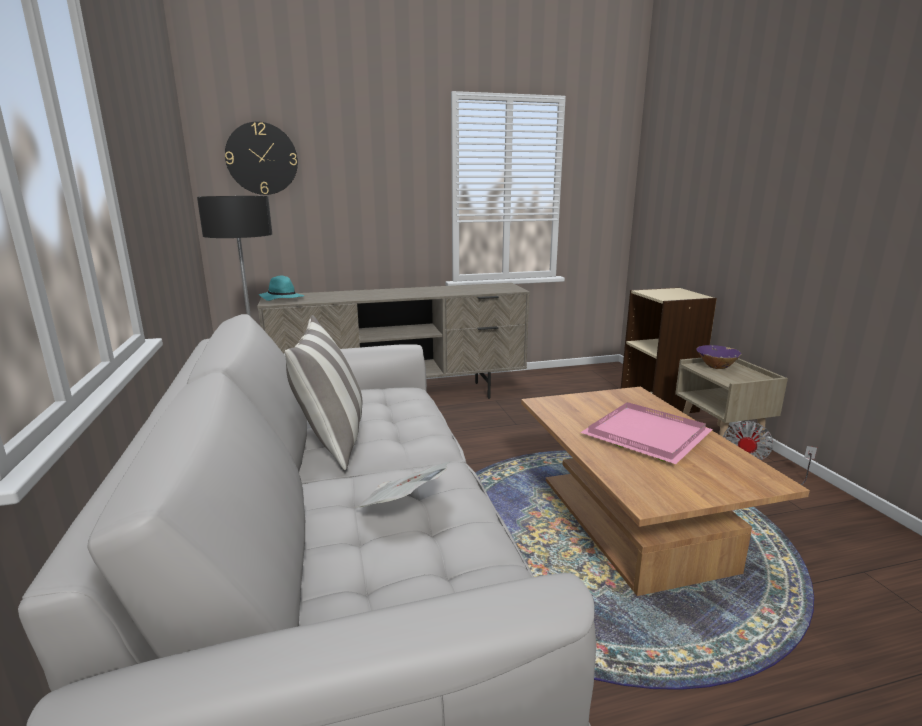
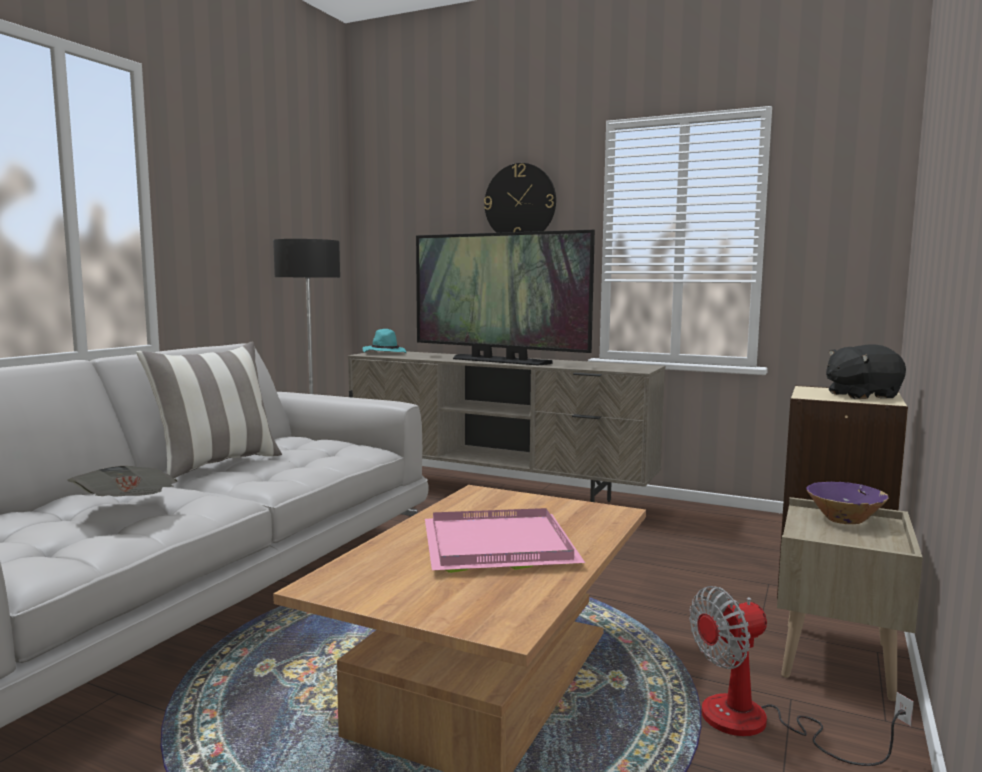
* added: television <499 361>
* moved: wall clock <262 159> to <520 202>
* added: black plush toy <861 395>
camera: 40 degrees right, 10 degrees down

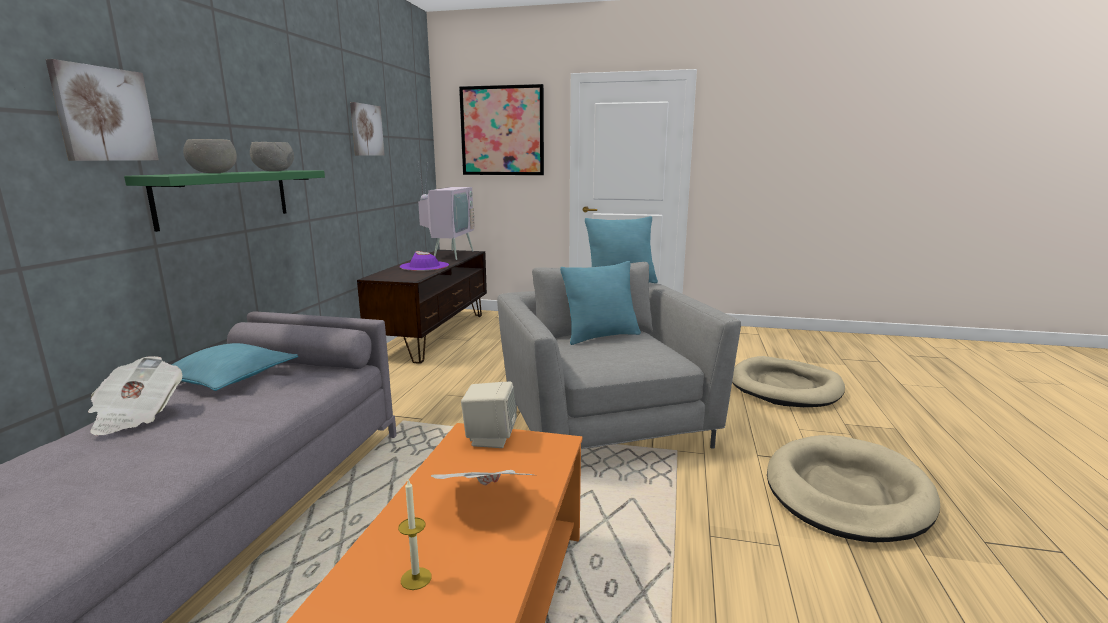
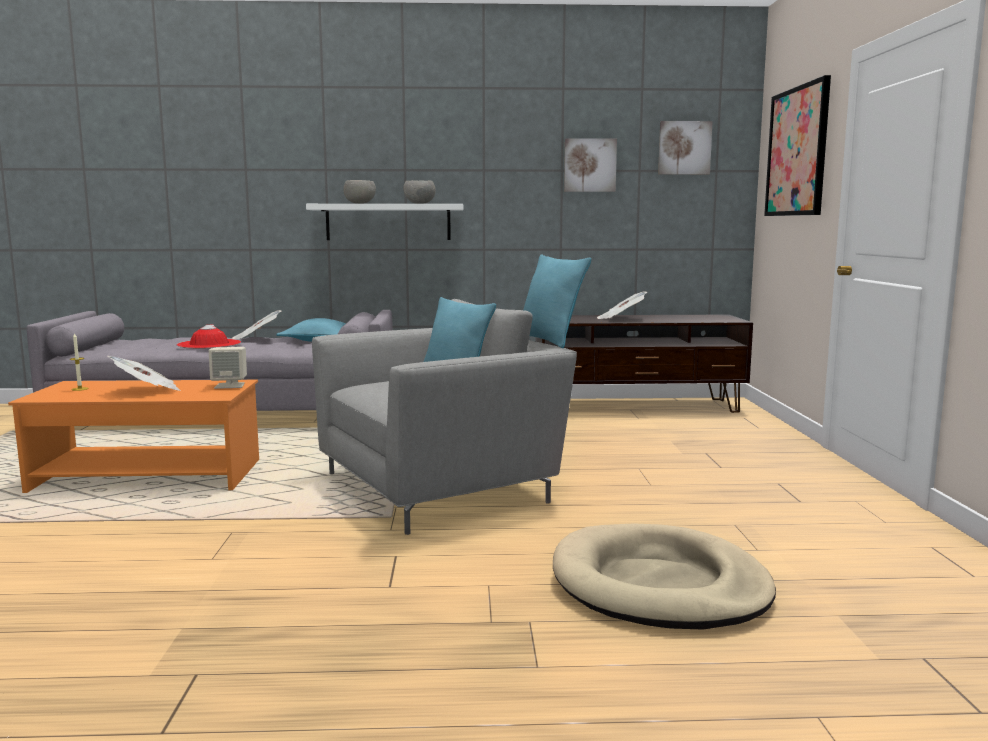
* added: red hat <209 344>
* recoloured: green shelf <225 197> to white shelf <388 222>
* replaced: purple hat <424 266> to newspaper <621 319>
* moved: picture <104 114> to <684 148>
* removed: television <449 254>
* removed: beige dog bed <846 493>
camera: 75 degrees right, 5 degrees down

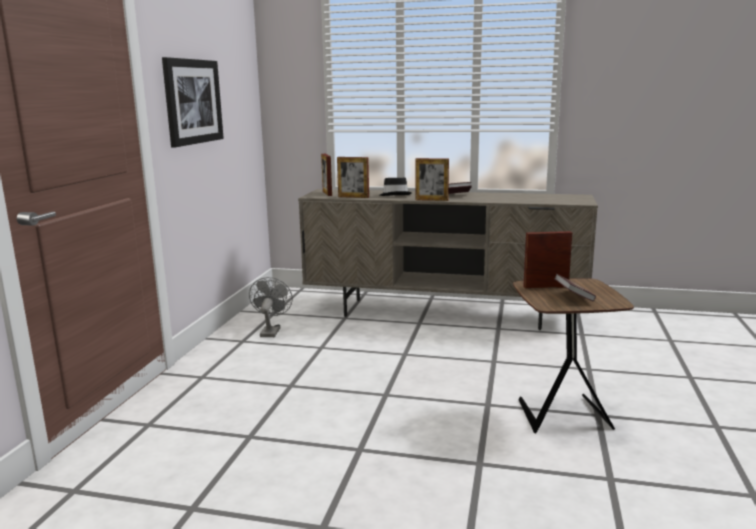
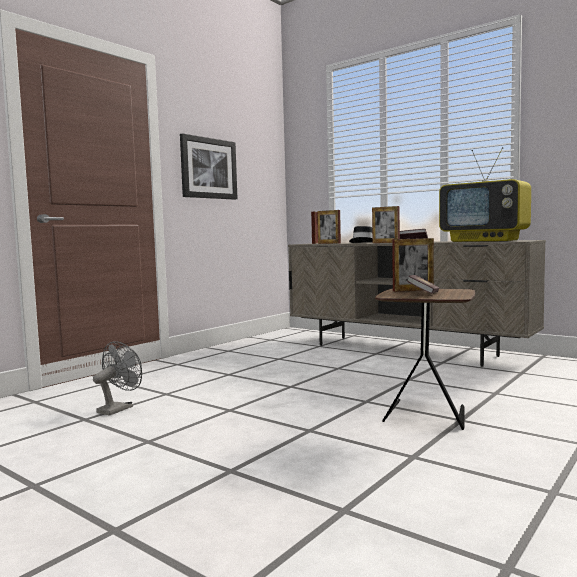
* moved: grey fan <271 331> to <119 408>
* turned: picture frame <545 286> = <413 290> 150 degrees clockwise
* added: television <485 240>
camera: 25 degrees right, 10 degrees down

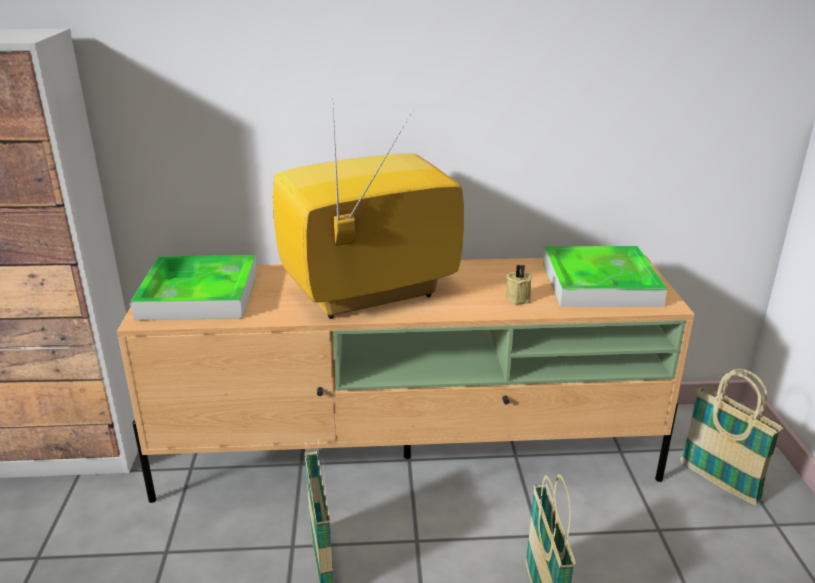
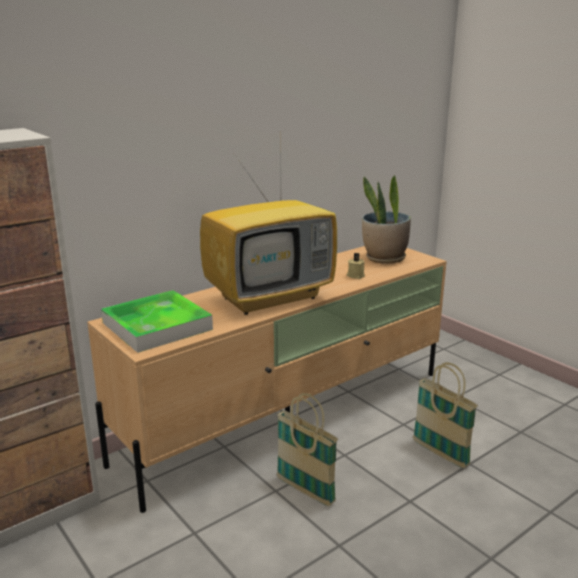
* turned: television <367 296> = <270 297> 150 degrees counterclockwise
* replaced: tray <600 283> to potted plant <384 258>
* removed: basket <718 482>
camera: 35 degrees left, 5 degrees down

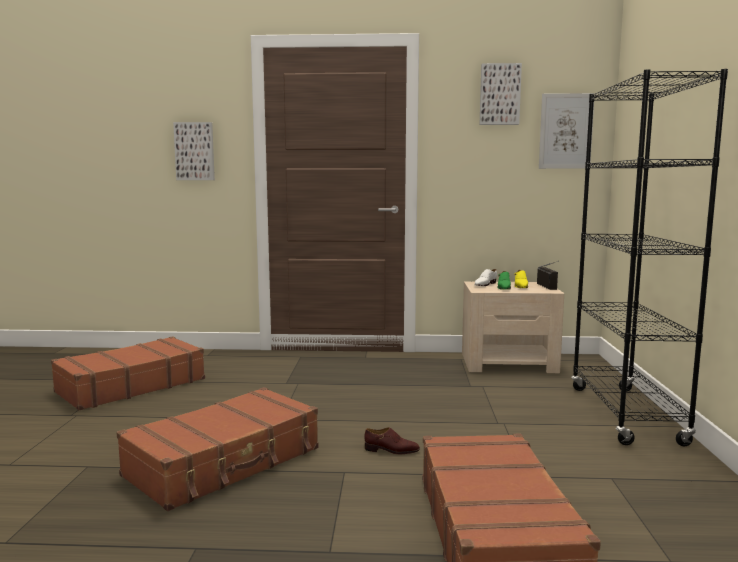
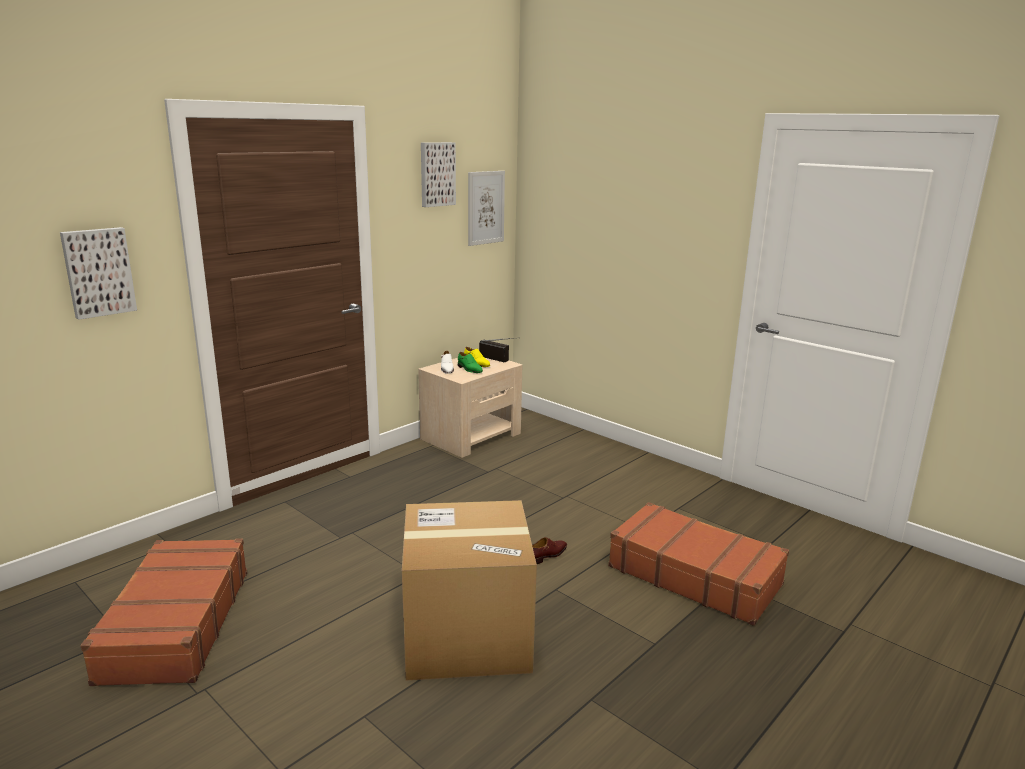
* replaced: brown suitcase <225 462> to cardboard box <467 635>
* removed: black bookcase <625 415>
camera: 50 degrees left, 10 degrees up

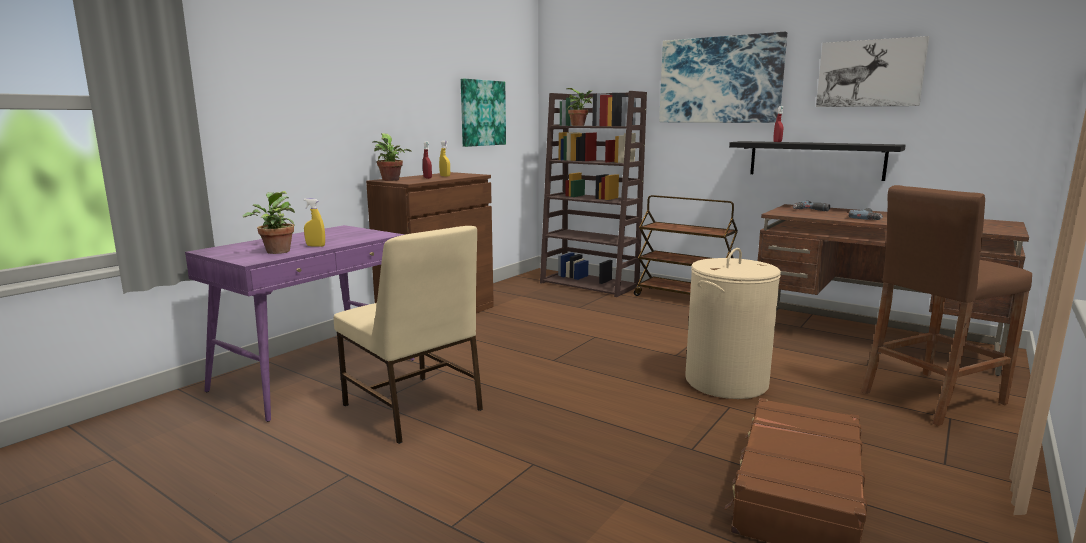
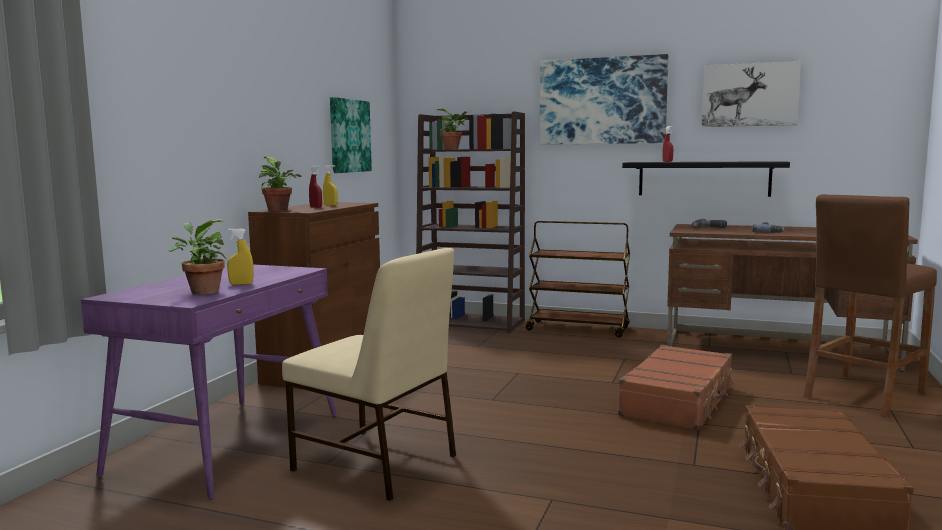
* replaced: beige laundry basket <726 381> to brown suitcase <678 401>
camera: 15 degrees left, 5 degrees down

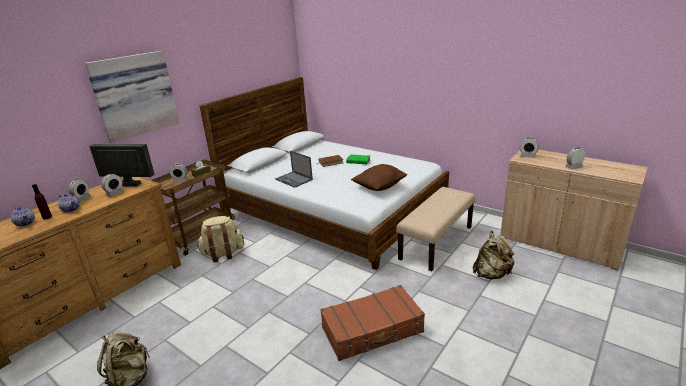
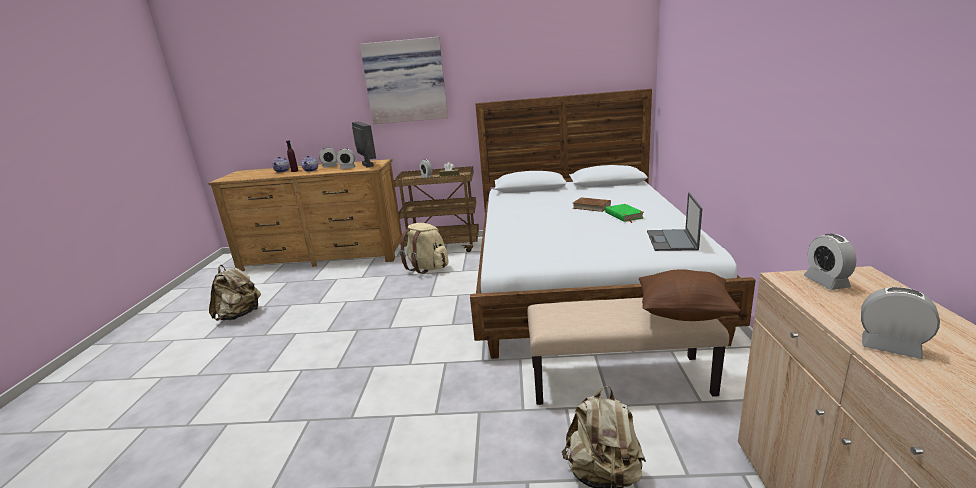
* moved: brown pillow <379 187> to <684 313>
* moved: laptop <294 179> to <672 241>
* removed: brown suitcase <373 330>
camera: 55 degrees right, 5 degrees down

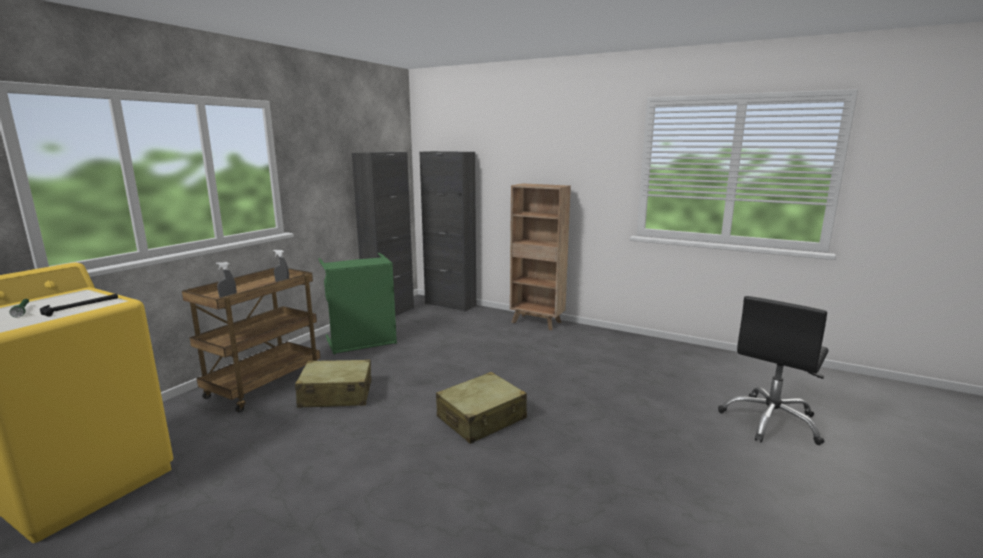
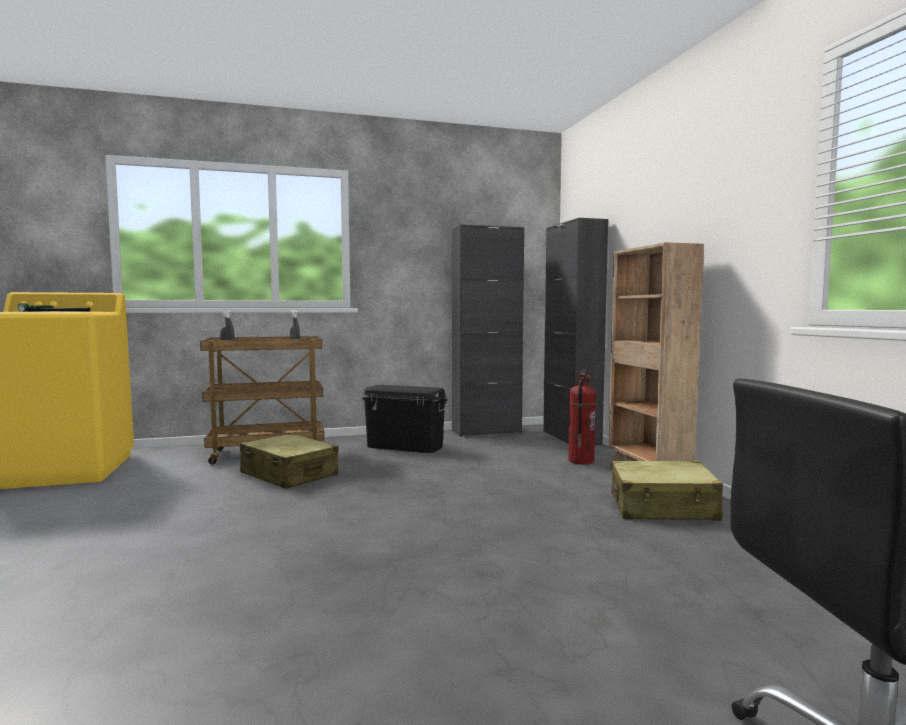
* replaced: green laundry basket <362 343> to black storage box <404 446>
* added: fire extinguisher <581 461>
* moved: beige suitcase <482 418> to <663 507>
camera: 45 degrees right, 10 degrees down

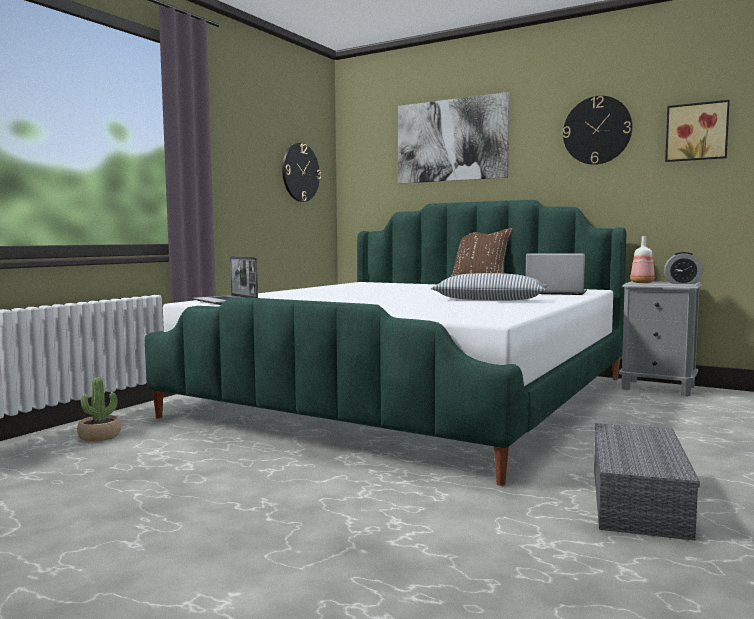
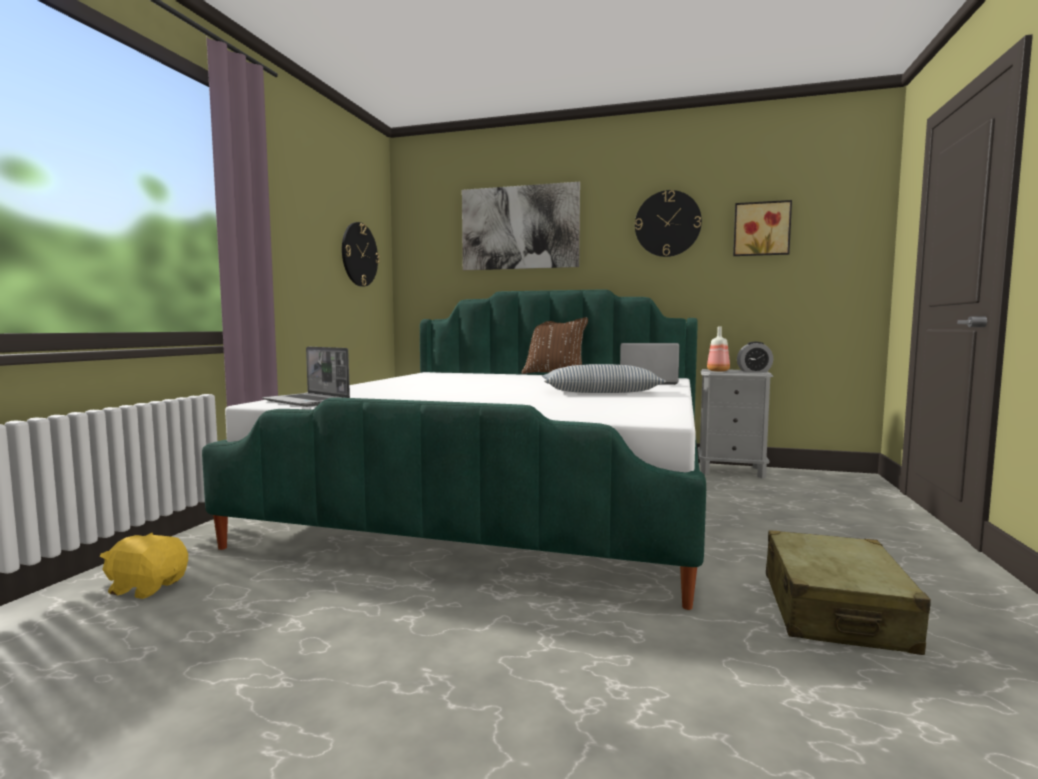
* replaced: potted plant <99 436> to yellow plush toy <147 587>
* replaced: grey storage box <635 499> to beige suitcase <835 612>
camera: 15 degrees left, 0 degrees up

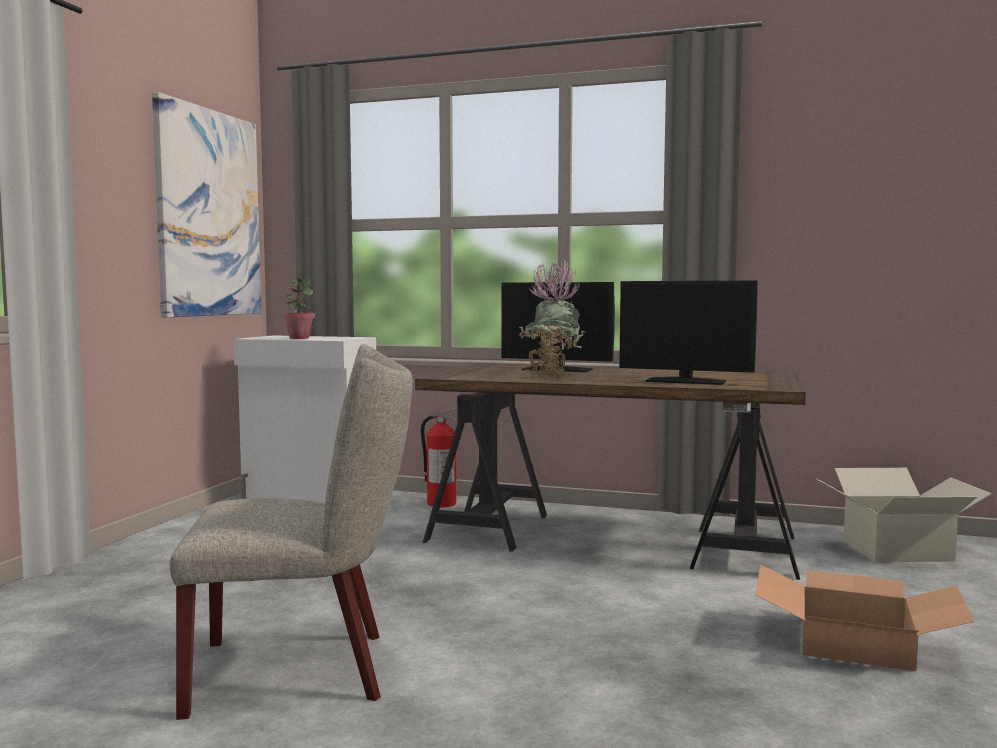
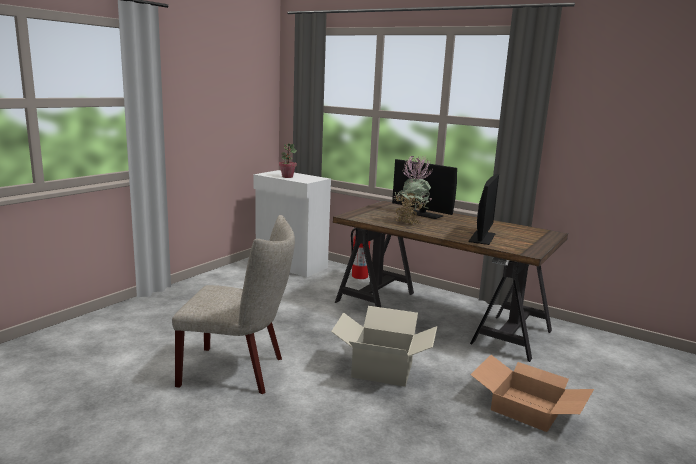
* moved: cardboard box <896 550> to <382 369>
* turned: monitor <685 381> = <482 237> 105 degrees counterclockwise
* removed: picture <208 213>
camera: 15 degrees right, 10 degrees up

